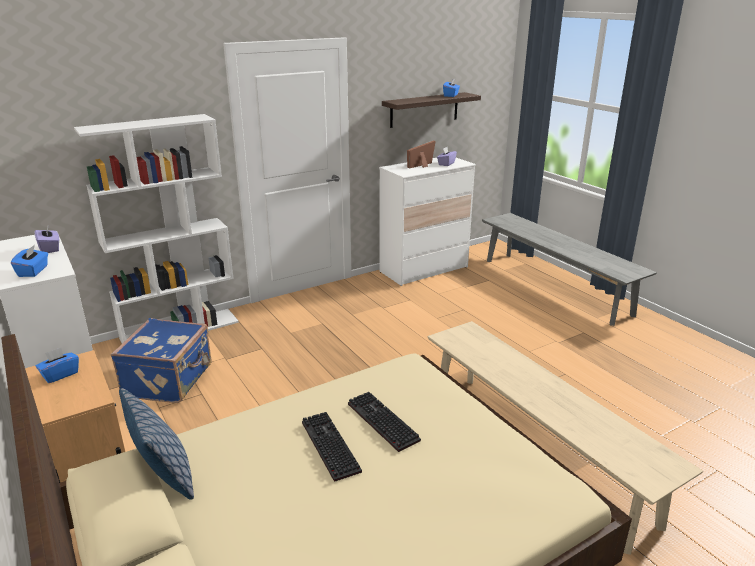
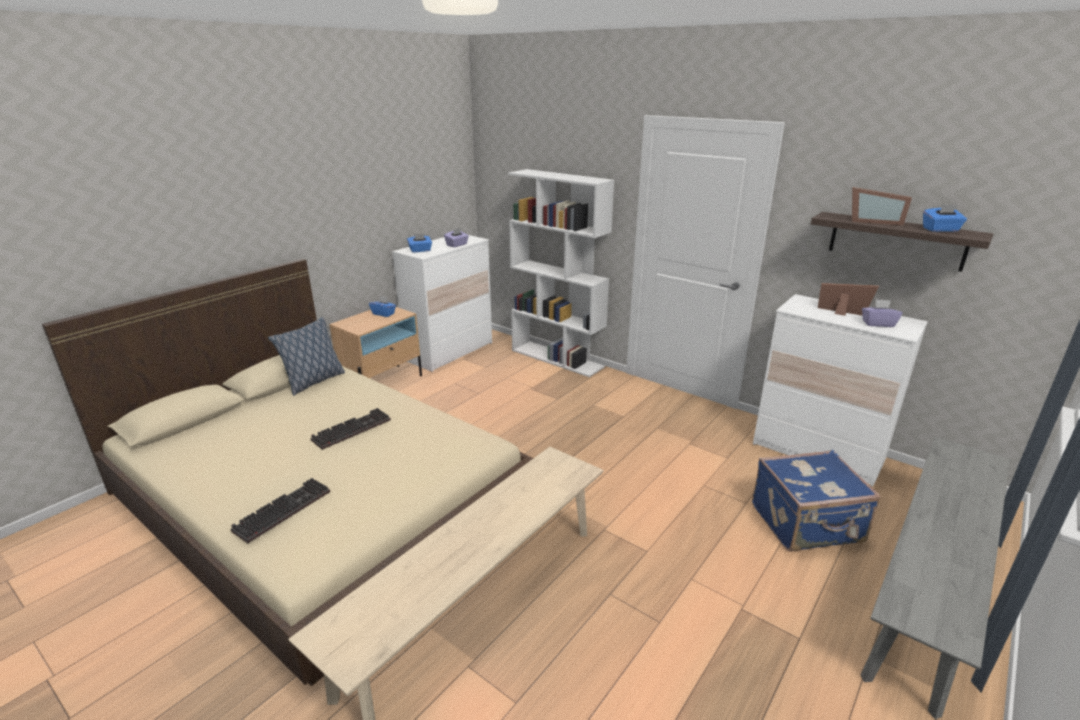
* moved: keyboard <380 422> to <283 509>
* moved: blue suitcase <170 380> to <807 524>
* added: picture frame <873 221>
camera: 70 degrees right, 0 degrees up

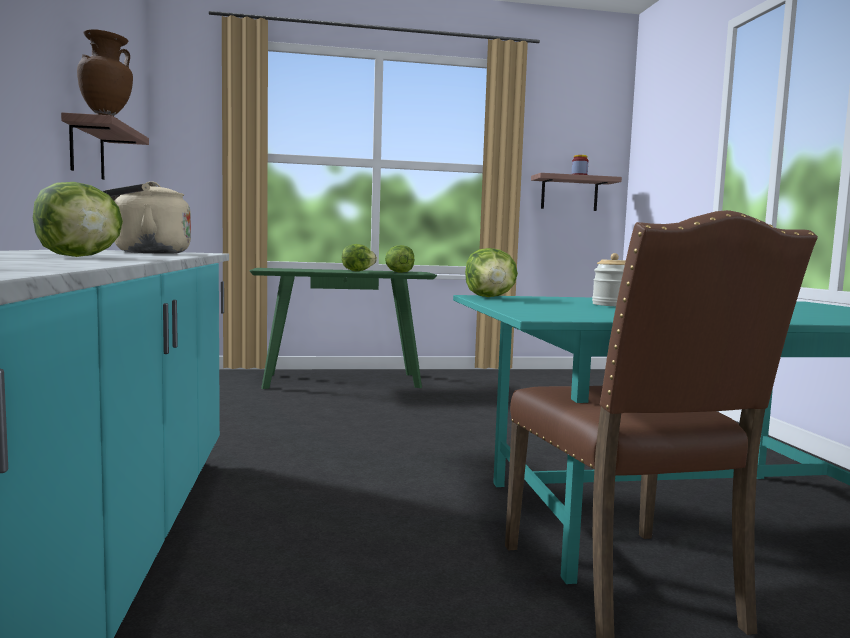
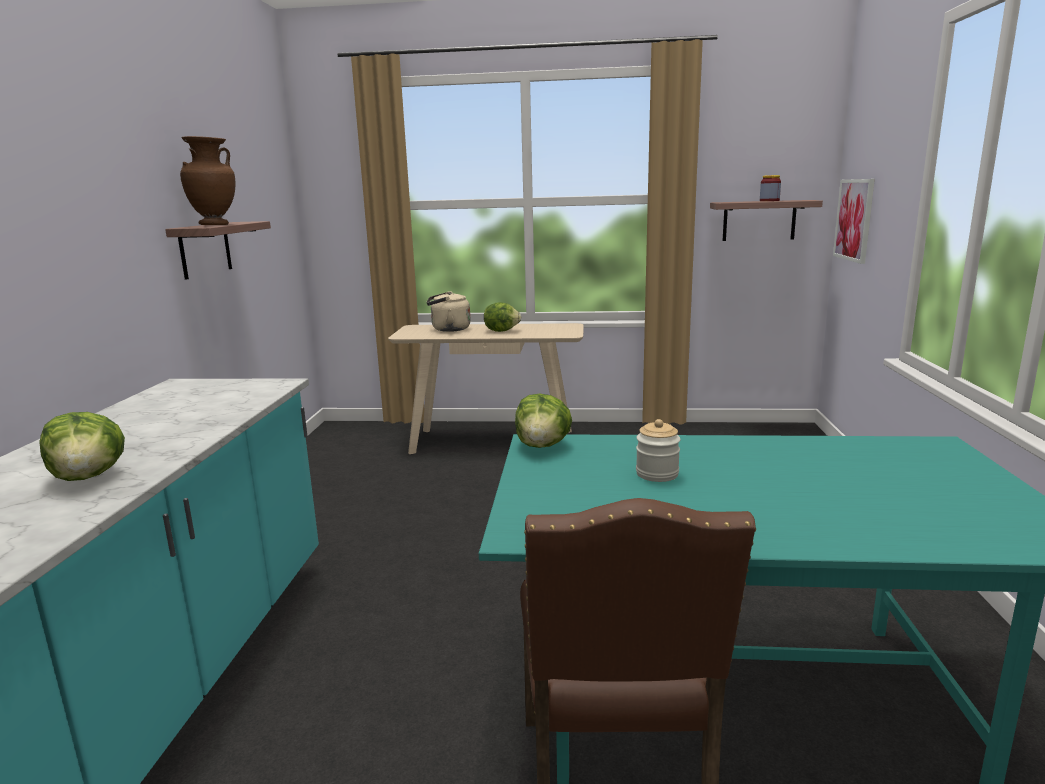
* recoloured: green console table <342 380> to beige console table <493 441>
* moved: beige kettle <146 252> to <448 329>
* added: picture <854 220>
* removed: lettuce <399 272>
camera: 15 degrees right, 10 degrees up

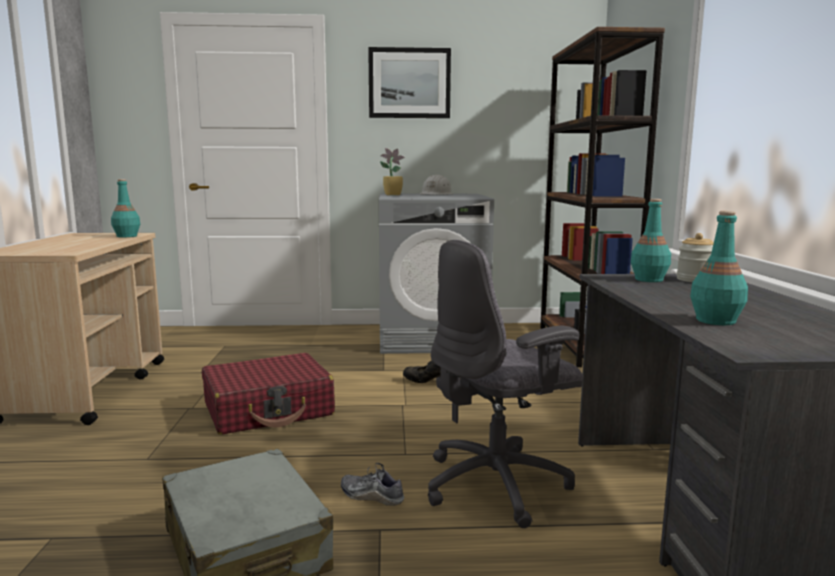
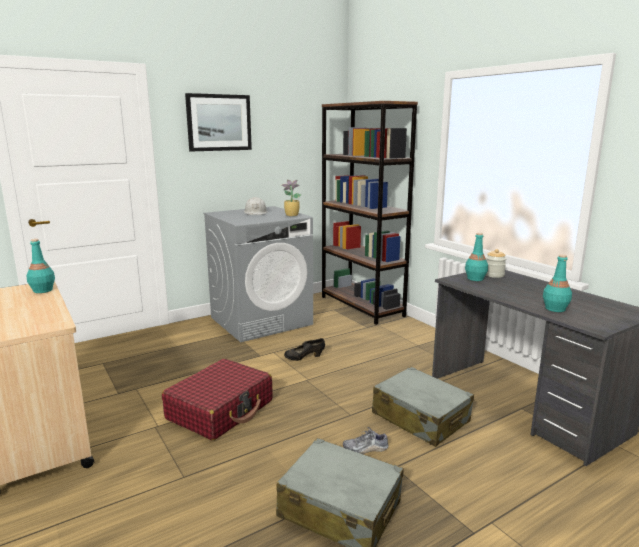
* moved: potted plant <392 195> to <291 215>
* replaced: grey office chair <498 484> to grey suitcase <420 418>
camera: 30 degrees left, 5 degrees up

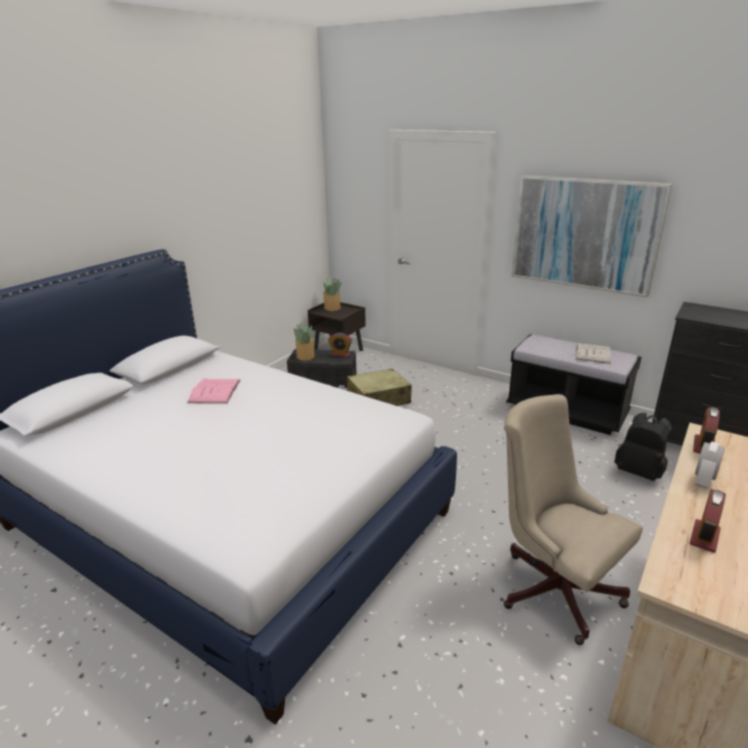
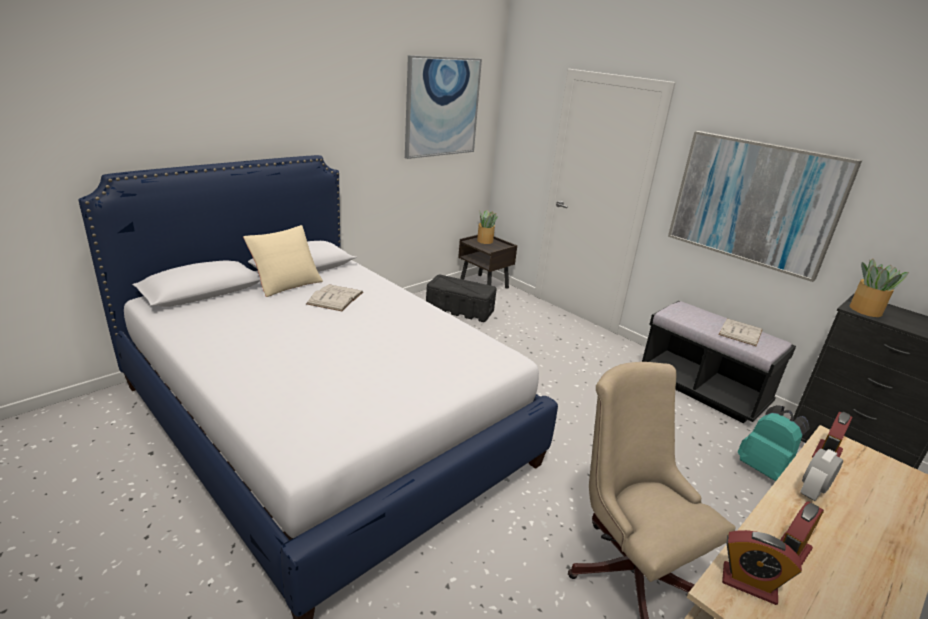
* added: beige pillow <286 283>
* recoloured: pink book <214 391> to white book <335 298>
* added: picture <442 107>
* moved: alarm clock <340 354> to <749 584>
* recoloured: black backpack <639 472> to turquoise backpack <764 469>
* moved: potted plant <305 356> to <865 310>
* removed: beige suitcase <378 399>
camera: 10 degrees right, 0 degrees up

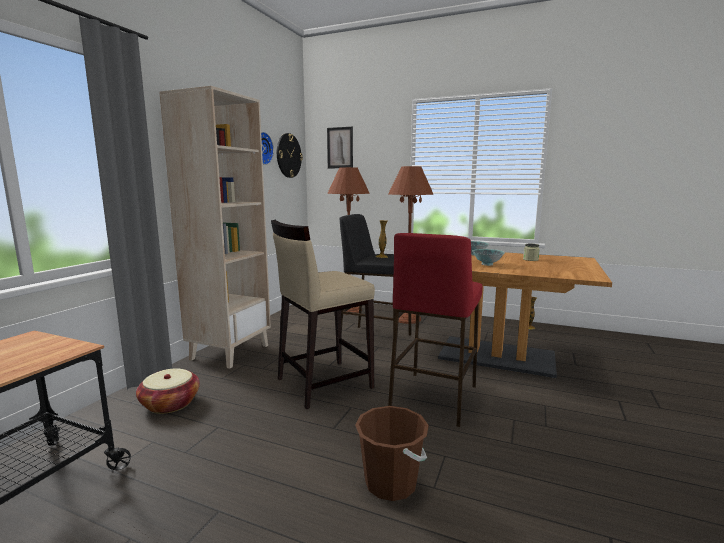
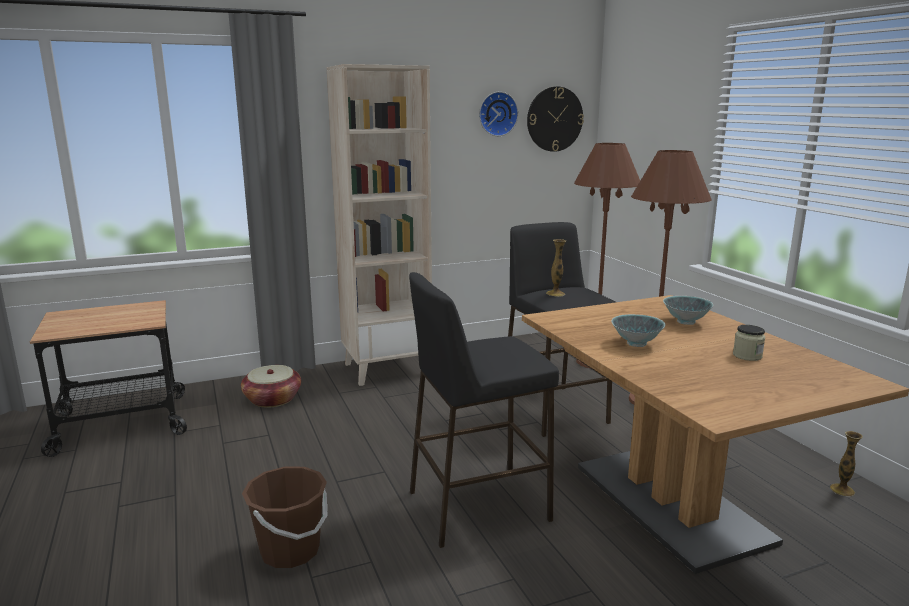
* recoloured: red stool <433 397> to black stool <477 506>
* removed: beige stool <323 383>
* removed: picture <340 148>
camera: 45 degrees right, 5 degrees up

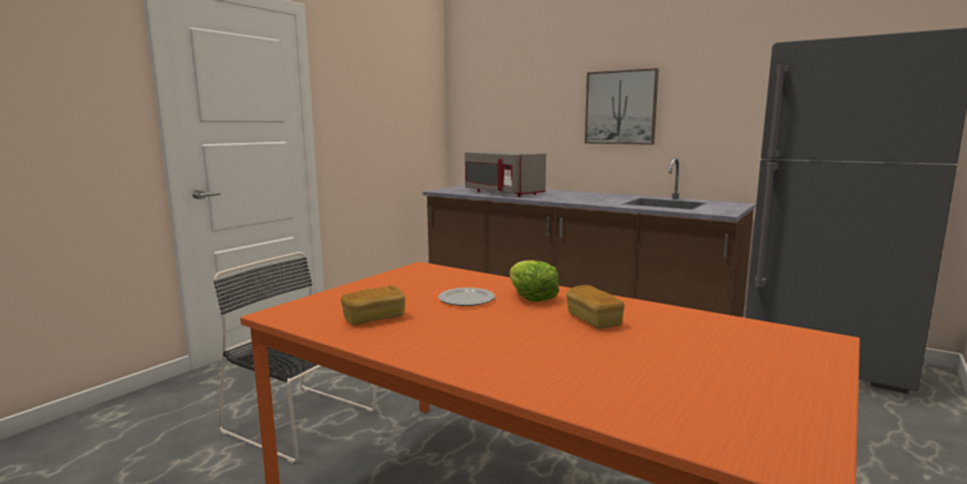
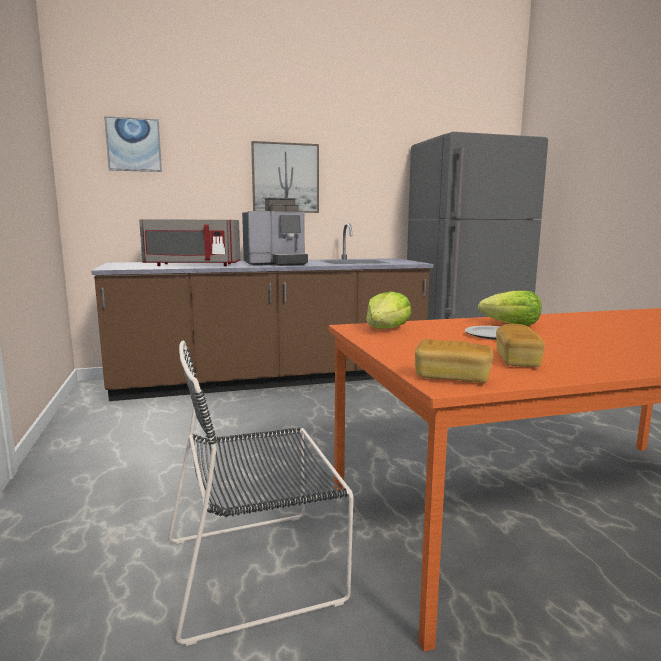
* added: picture <134 145>
* added: coffee machine <277 264>
* added: lettuce <386 329>
* moved: bread <593 320> to <452 378>
camera: 50 degrees left, 0 degrees up

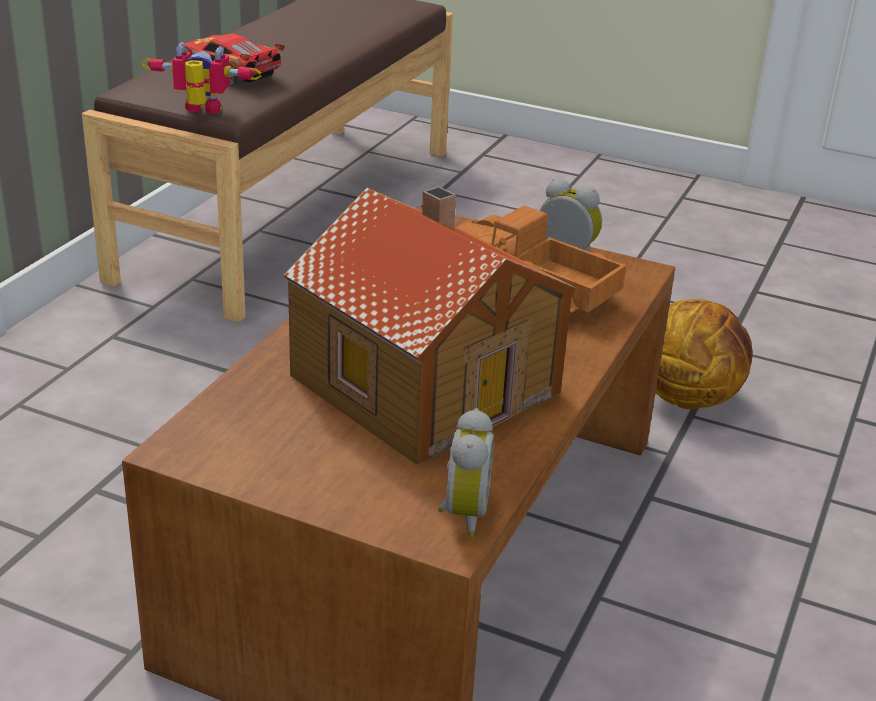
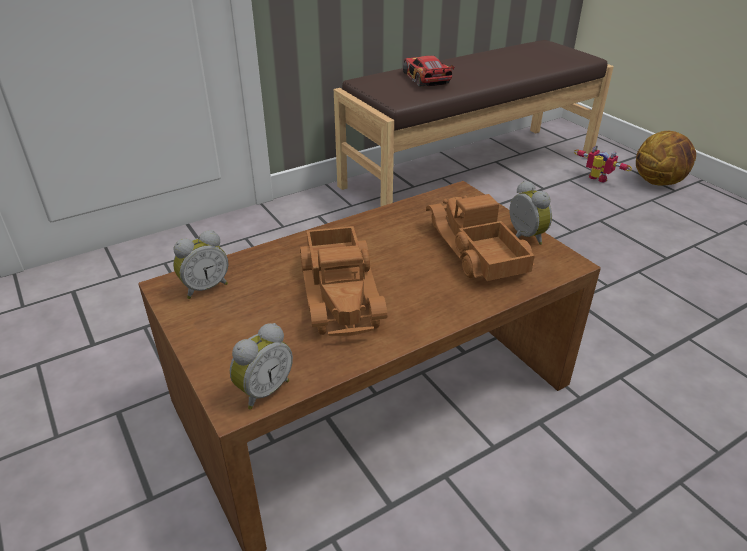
* added: alarm clock <204 287>
* replaced: toy house <426 381> to toy truck <342 292>
* moved: toy robot <201 112> to <596 180>
* moved: basketball <689 398> to <659 182>
camera: 35 degrees right, 5 degrees up

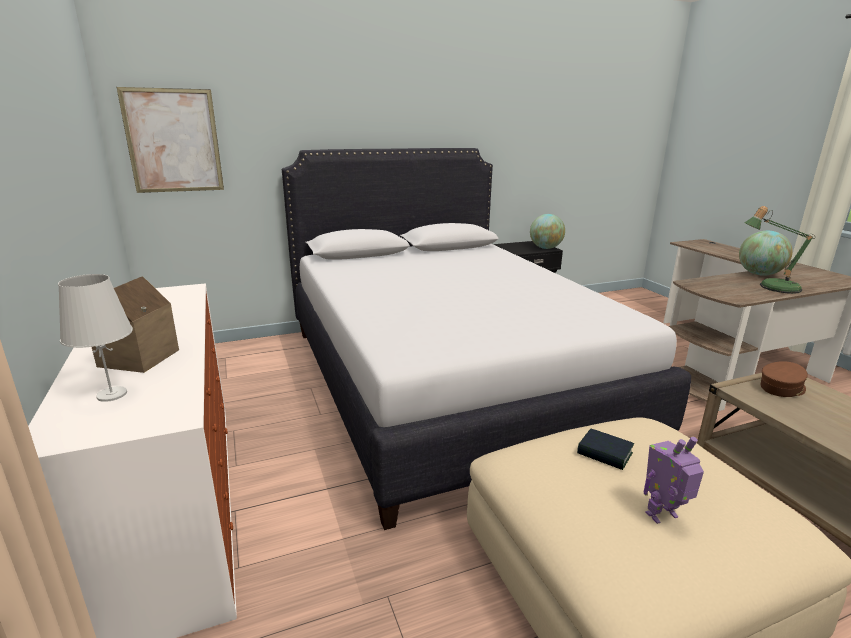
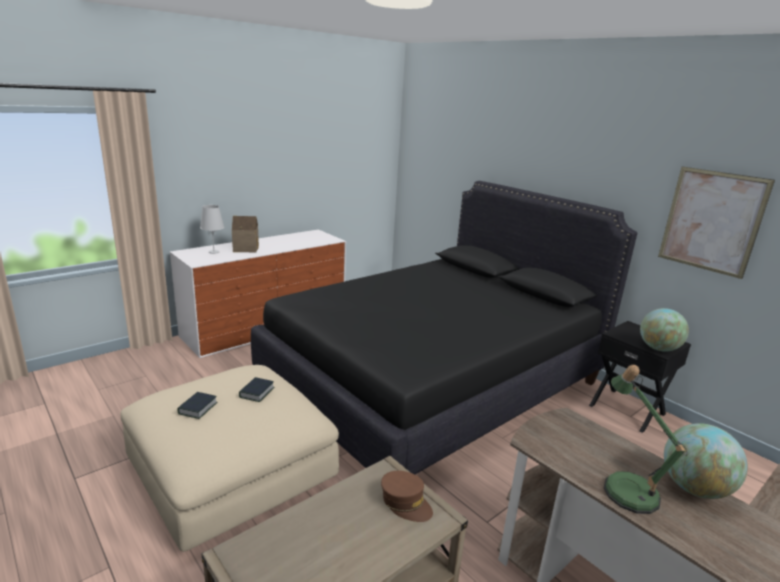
* replaced: toy robot <663 516> to book <198 408>
* recoloured: white bed <446 381> to black bed <432 382>
* moved: picture <173 141> to <711 221>
camera: 70 degrees right, 0 degrees up

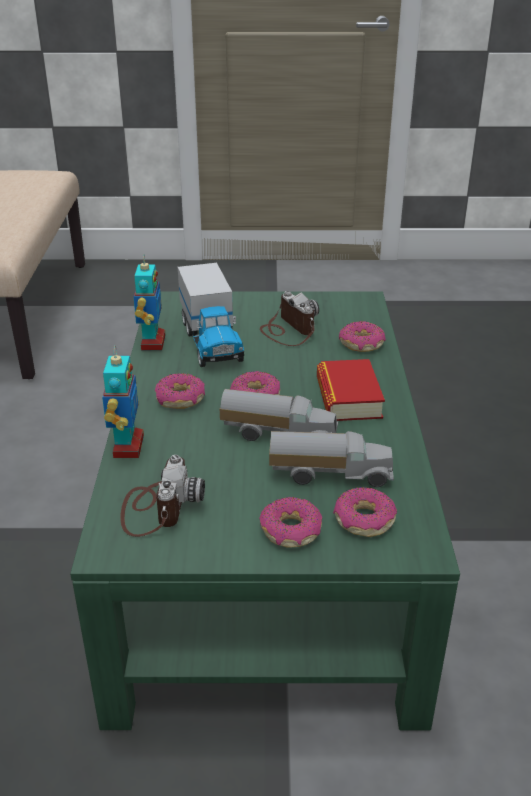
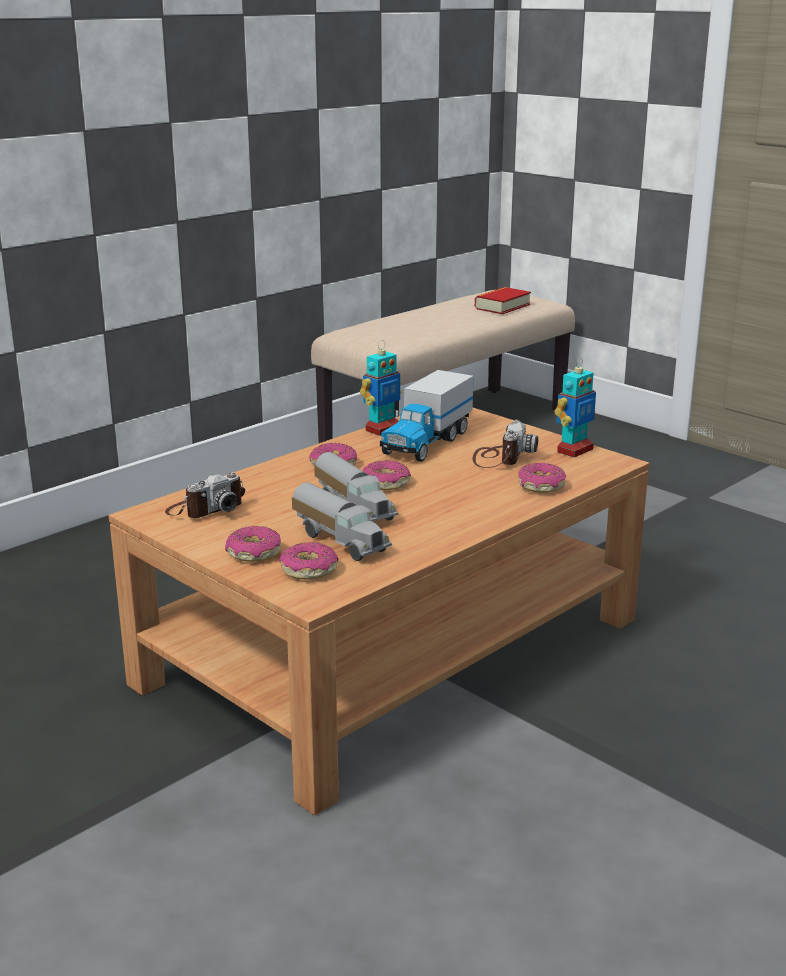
* recoloured: green coffee table <264 538> to brown coffee table <394 649>
* moved: book <348 398> to <502 306>
* moved: toy robot <127 446> to <574 450>
camera: 45 degrees right, 10 degrees down

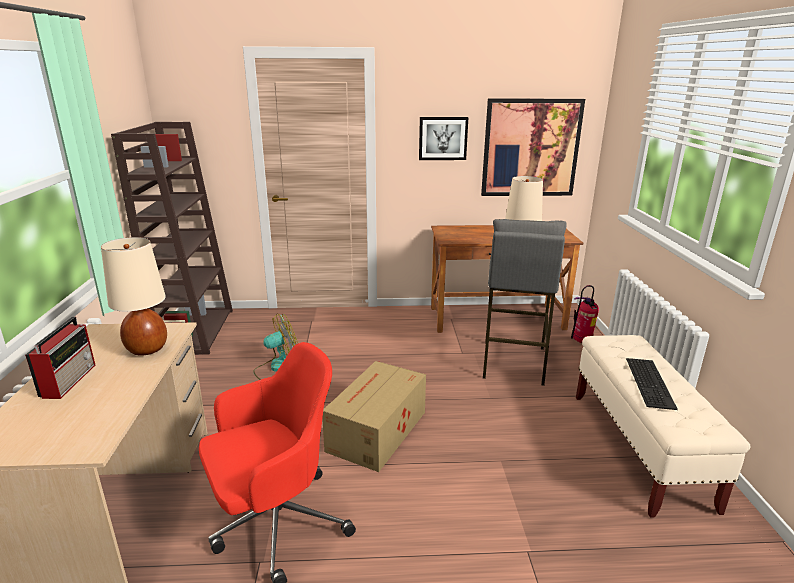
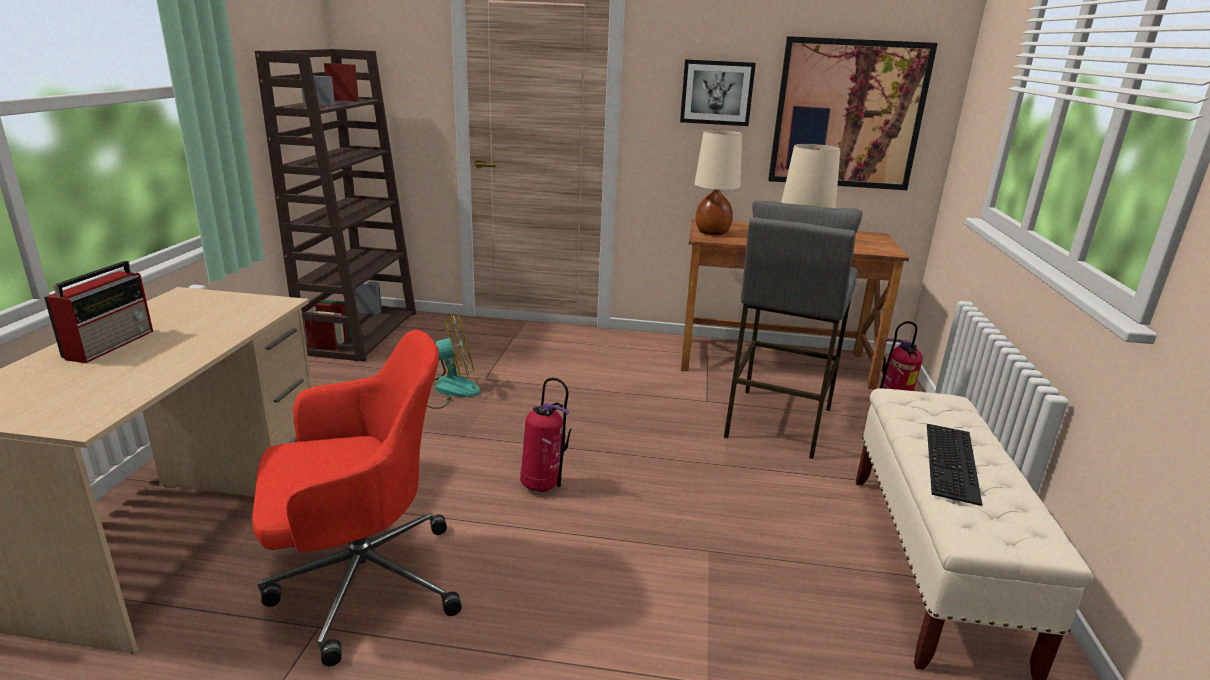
* replaced: cardboard box <375 432> to fire extinguisher <543 486>
* moved: beige table lamp <147 349> to <712 233>
camera: 10 degrees right, 0 degrees up

